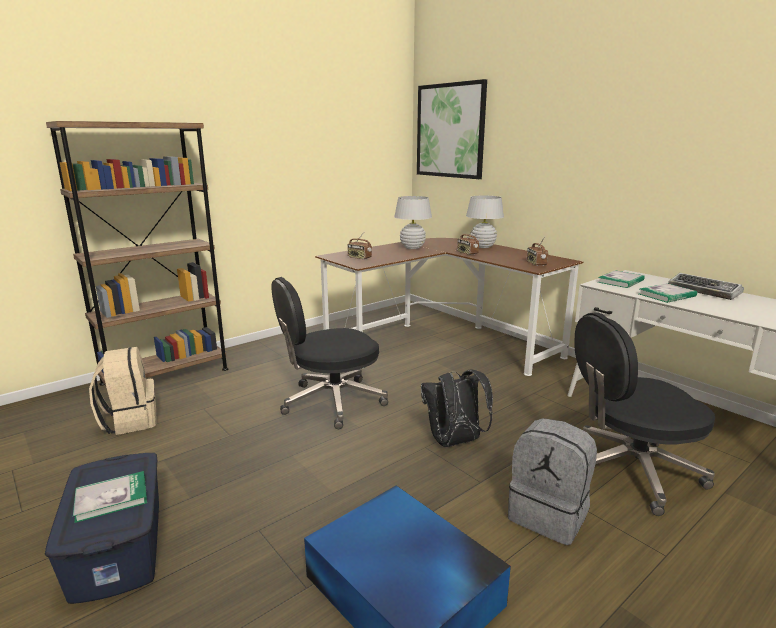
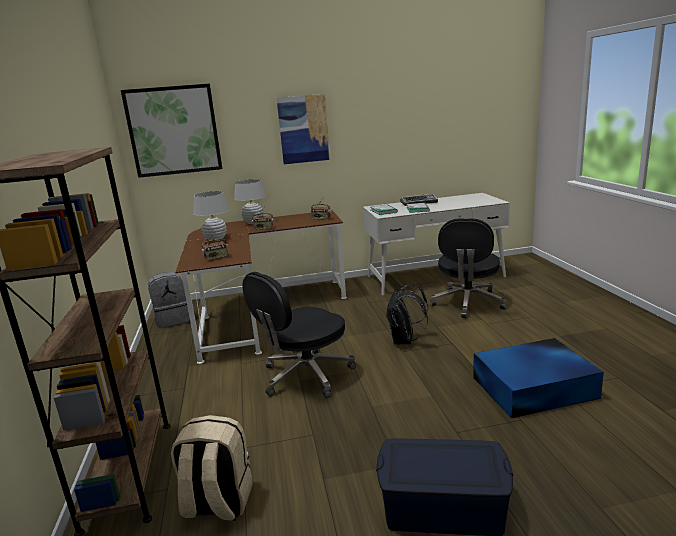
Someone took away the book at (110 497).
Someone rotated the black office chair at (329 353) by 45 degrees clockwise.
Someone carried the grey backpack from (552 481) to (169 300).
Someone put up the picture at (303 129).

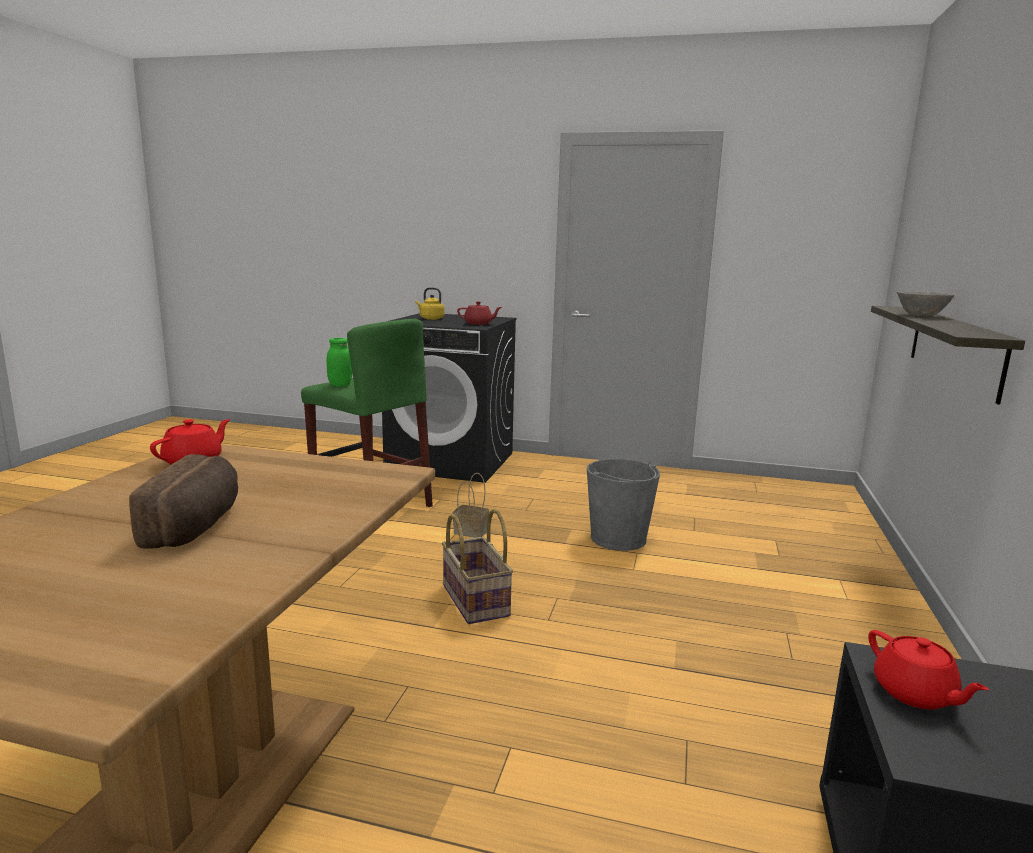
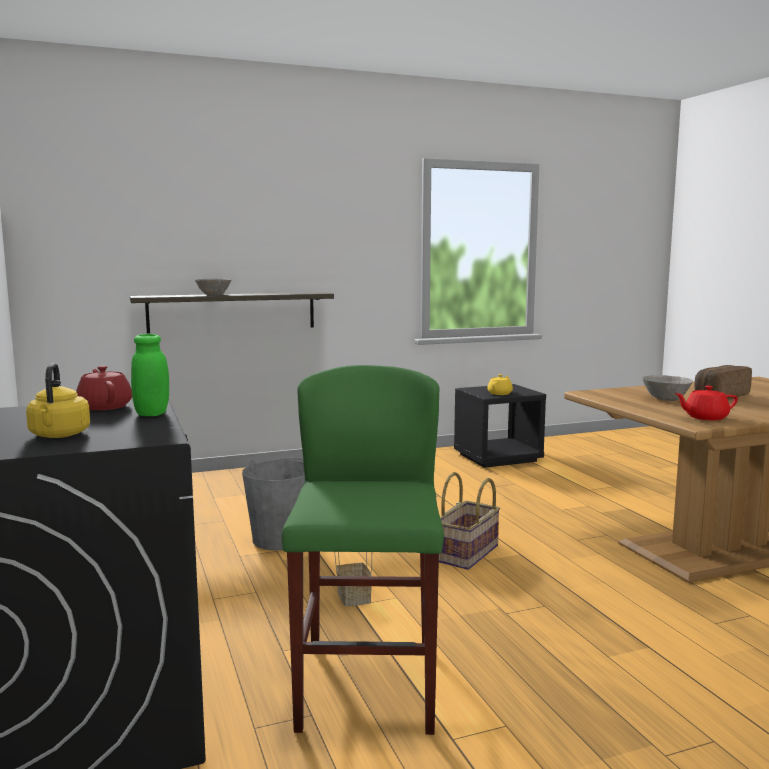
Someone carried the green jar from (339 362) to (150 375).
Someone repainted the red teapot at (928 669), which became the yellow teapot at (500 384).
Someone put down the grey bowl at (667 388).

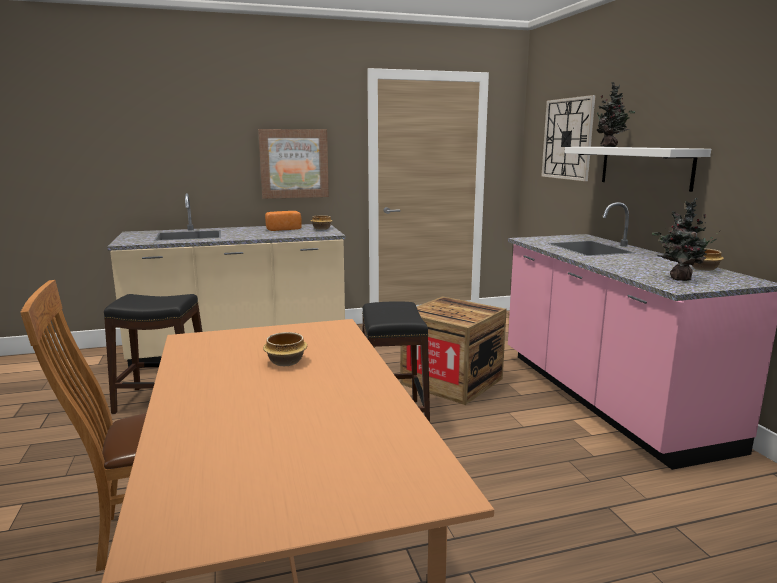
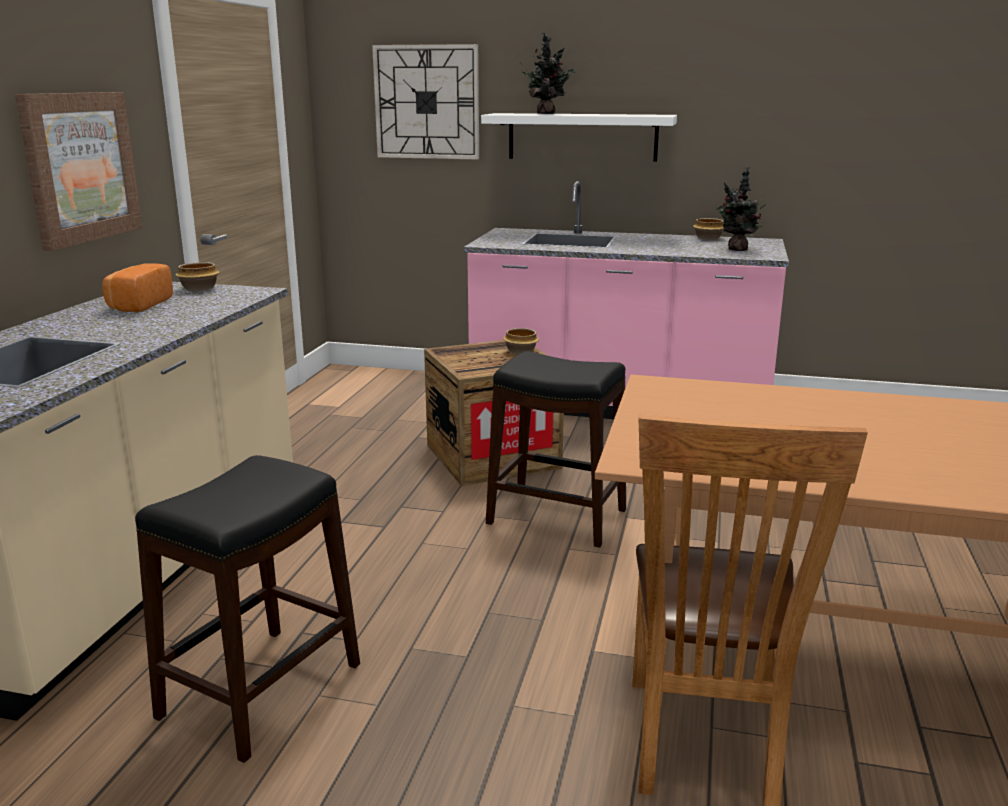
Someone carried the bowl from (285 349) to (521 341).

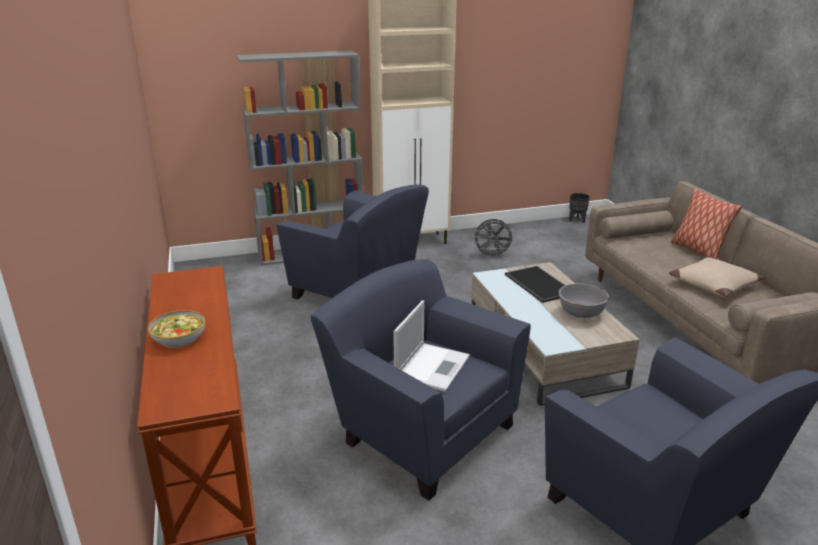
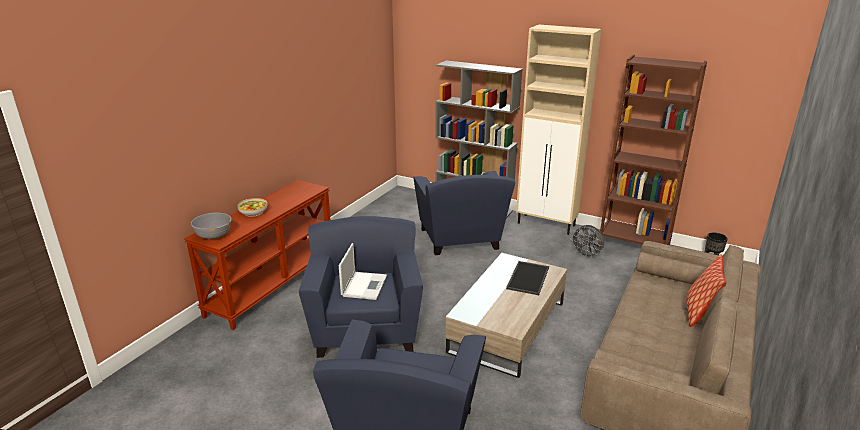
Someone rotated the laptop at (431 346) by 60 degrees counterclockwise.
Someone carried the grey bowl from (584 300) to (211 226).
Someone took away the beige pillow at (717 277).
Someone put down the brown bookcase at (652 151).

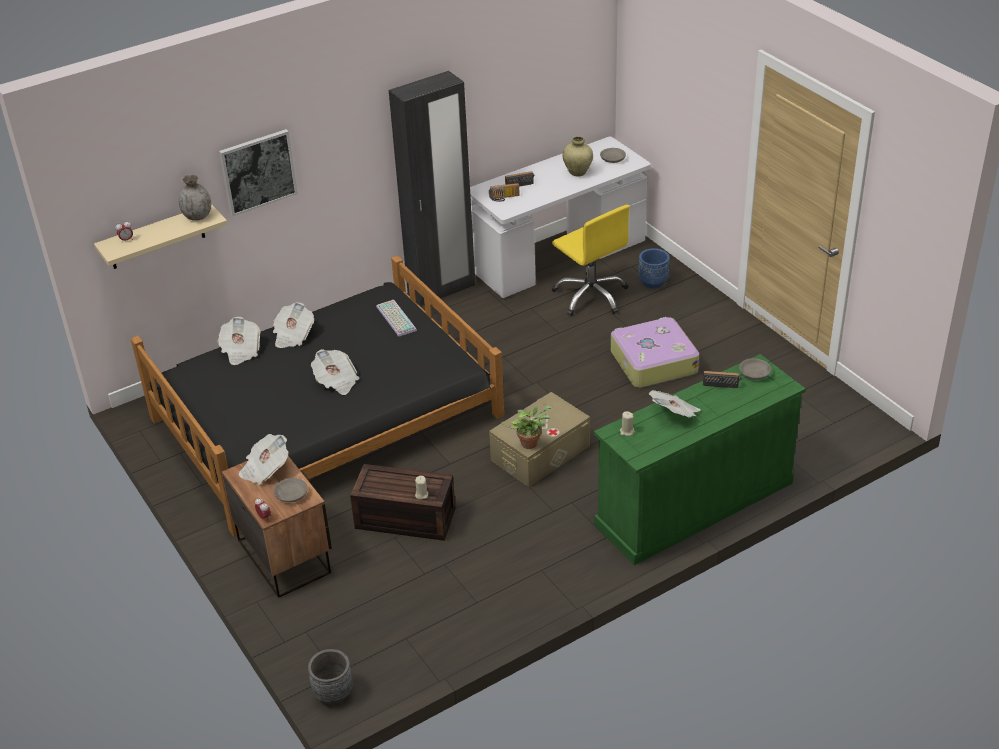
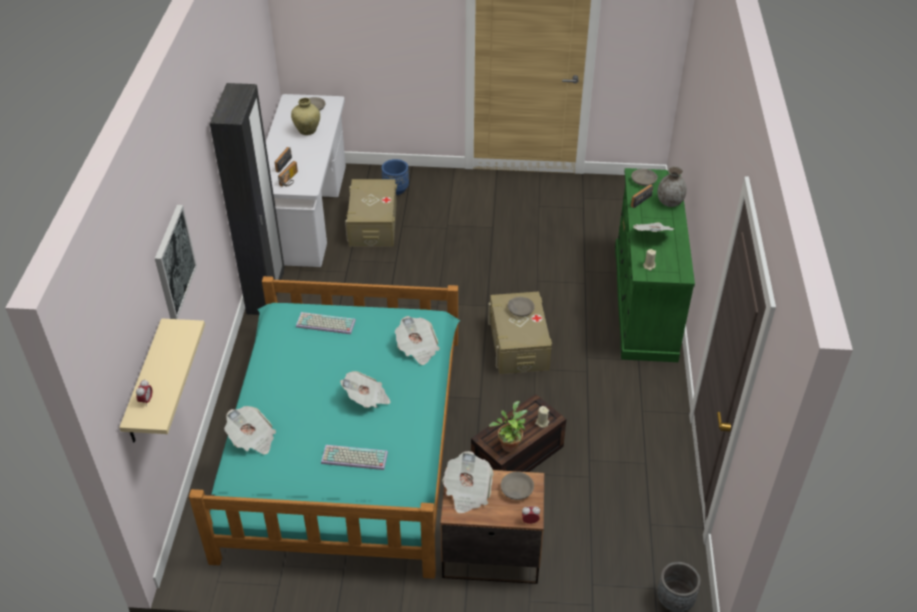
Someone repainted the black bed at (317 396), which became the turquoise bed at (324 427).
Someone carried the grey vase from (195 197) to (672 186).
Someone carried the newspaper from (293 325) to (417 340).
Someone carried the potted plant from (532 427) to (508 426).
Someone swapped the yellow office chair at (591 260) for the beige storage box at (371 213).
Someone took away the suitcase at (655 352).
Someone put down the keyboard at (354 457).
Someone put down the grey bowl at (521 307).

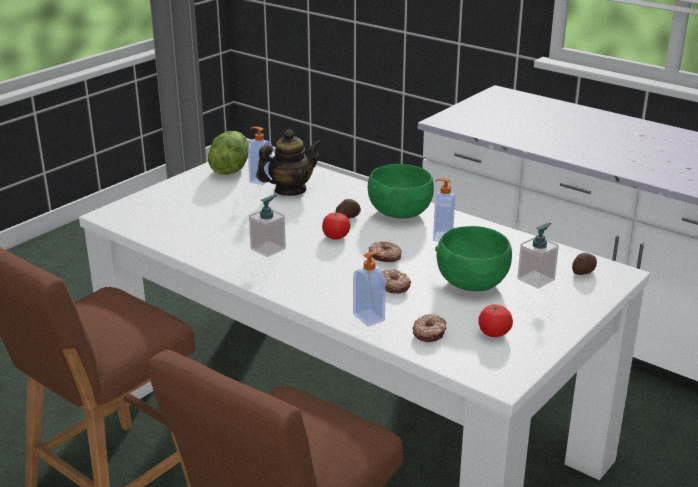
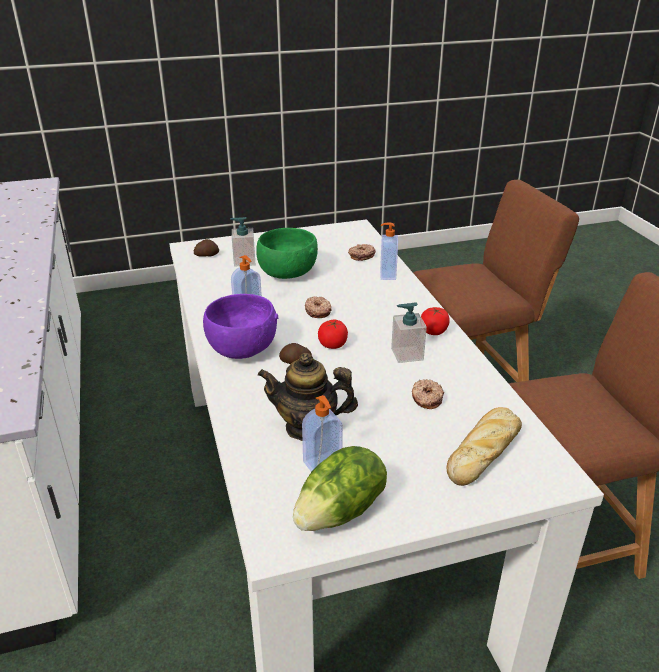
Someone repainted the green bowl at (401 191), which became the purple bowl at (240 326).
Someone carried the donut from (397 281) to (428 394).
Someone carried the tomato from (496 321) to (435 321).
Someone put down the bread at (484 446).

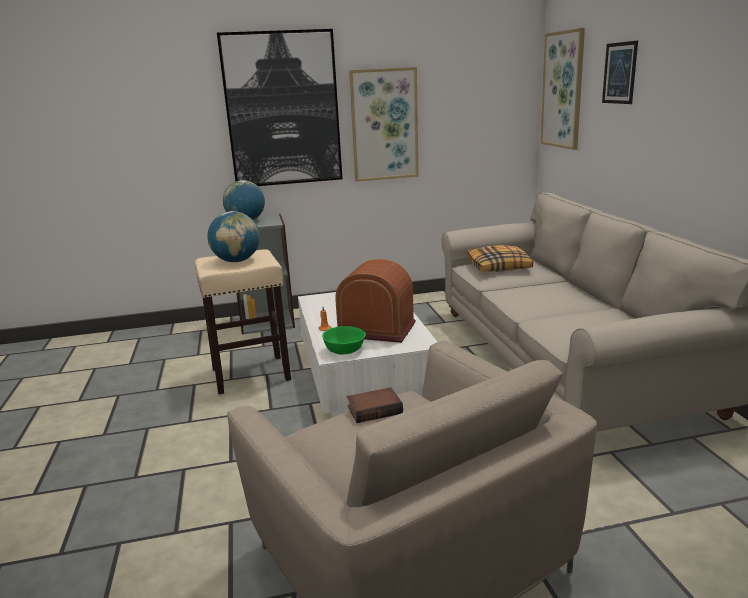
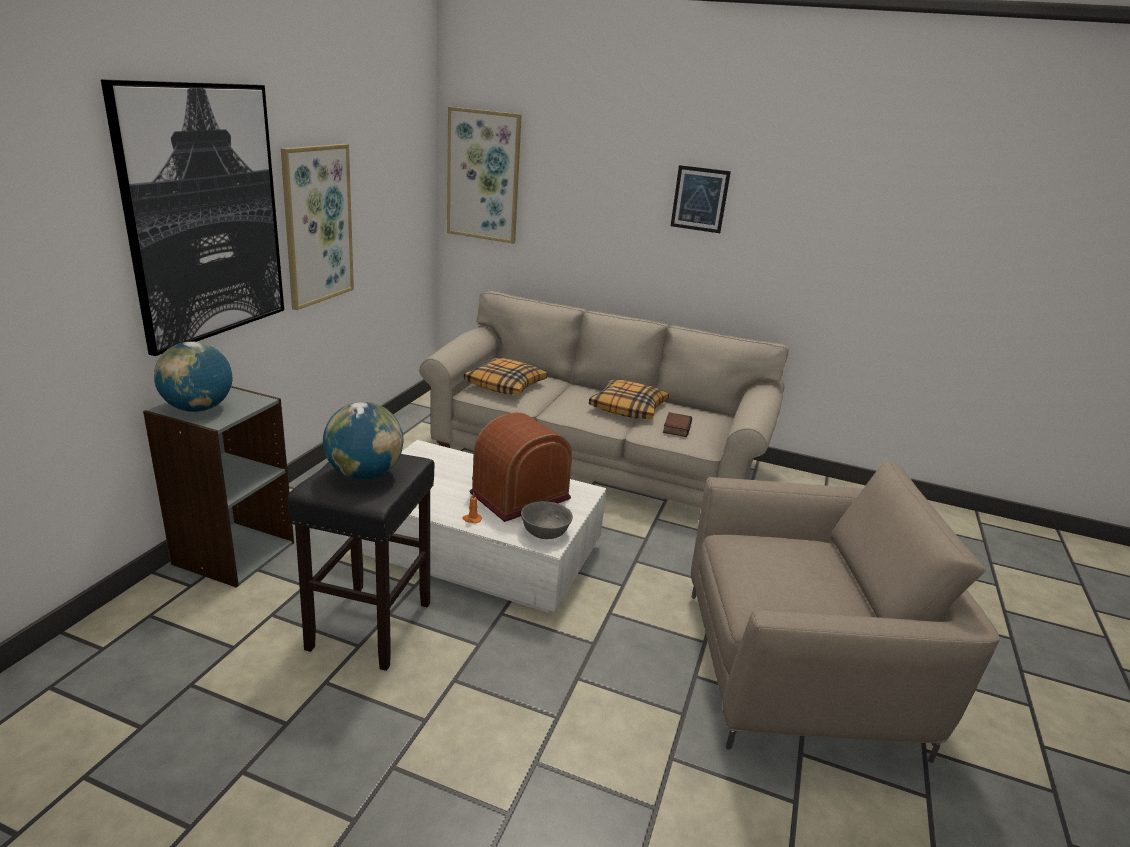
Someone repainted the beige stool at (243 321), which became the black stool at (361 562).
Someone repainted the green bowl at (344 340), which became the grey bowl at (547 520).
Someone carried the book from (375 405) to (677 424).
Someone carried the picture from (620 72) to (701 199).
Someone put down the pillow at (629 399).

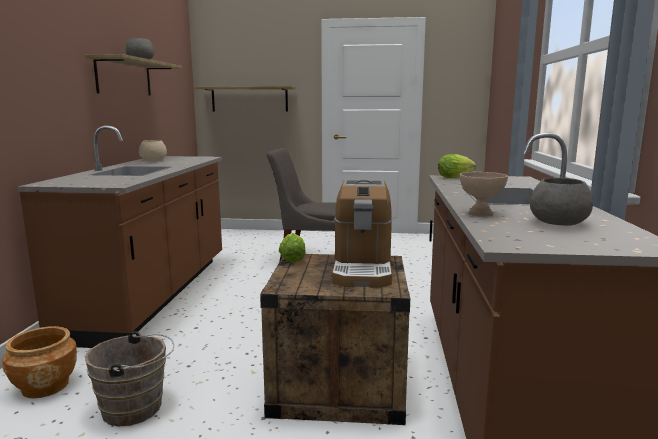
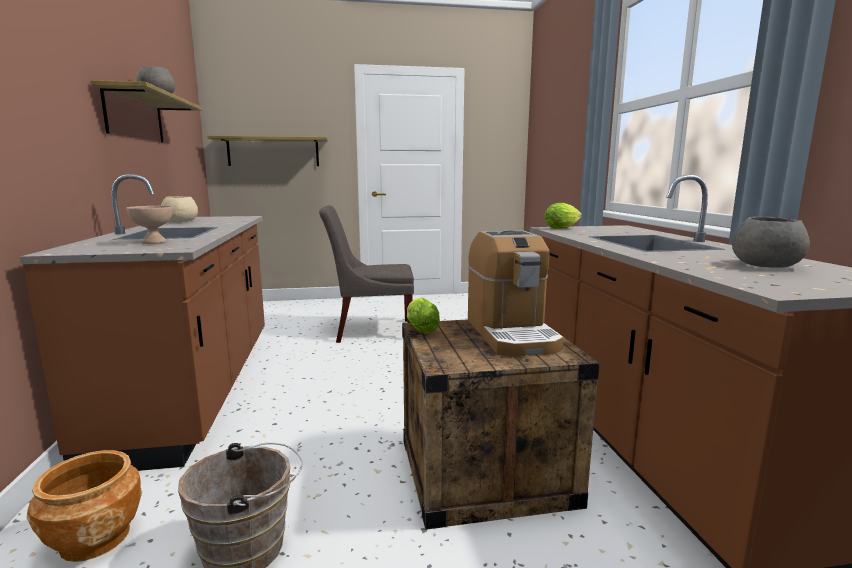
Someone carried the beige bowl from (484 194) to (149 225).

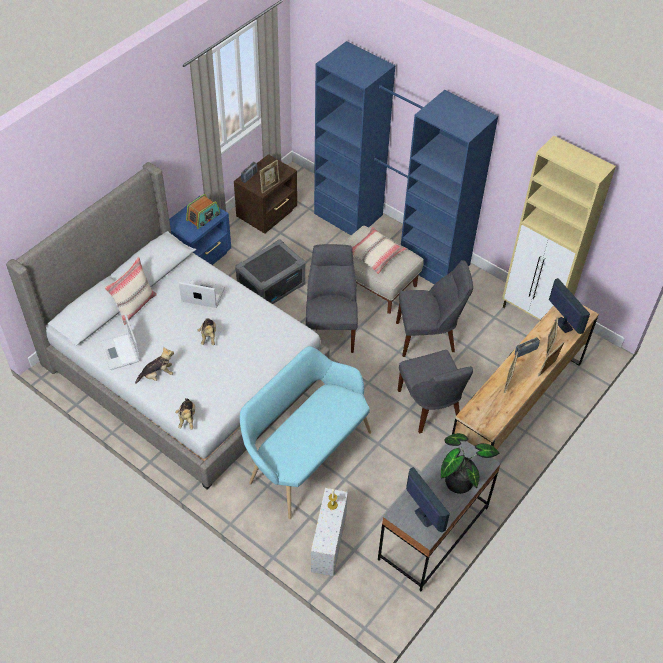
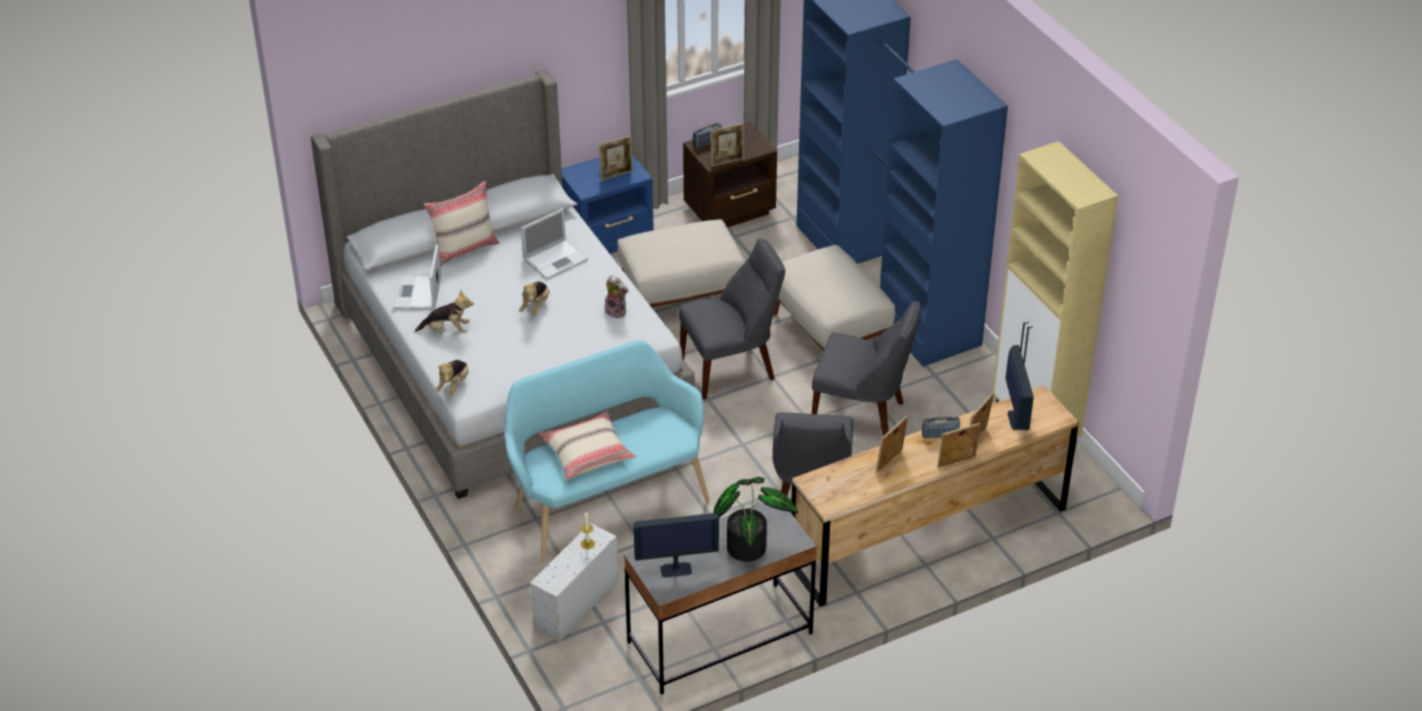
Someone rotated the laptop at (202 294) by 105 degrees clockwise.
Someone swapped the radio at (203 211) for the picture frame at (616 158).
Someone swapped the grey storage box at (270 271) for the beige ottoman at (681 263).
Someone rotated the grey chair at (332 298) by 45 degrees clockwise.
Someone carried the beige pillow from (379 250) to (587 445).
Someone rotated the monitor at (428 499) by 90 degrees clockwise.
Someone put down the plush toy at (616 297).

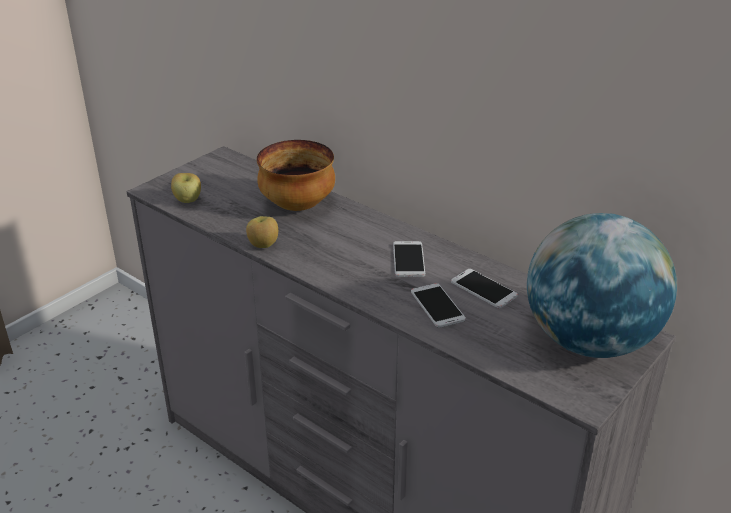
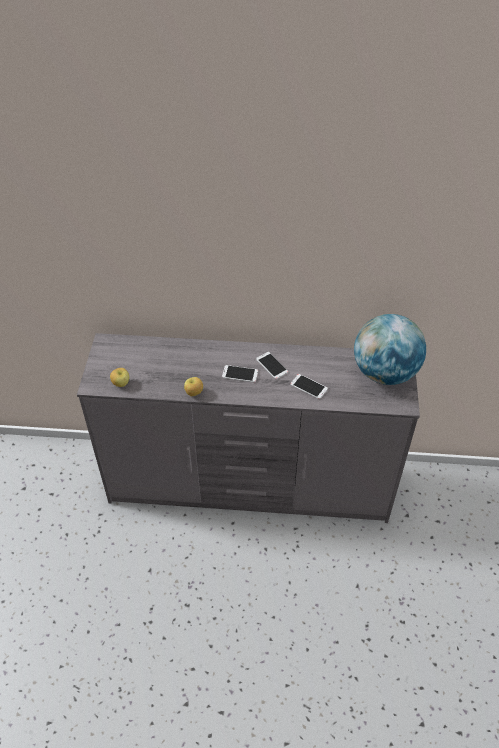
Someone took away the bowl at (296 175).
Someone carried the phone from (484 288) to (240 373).

